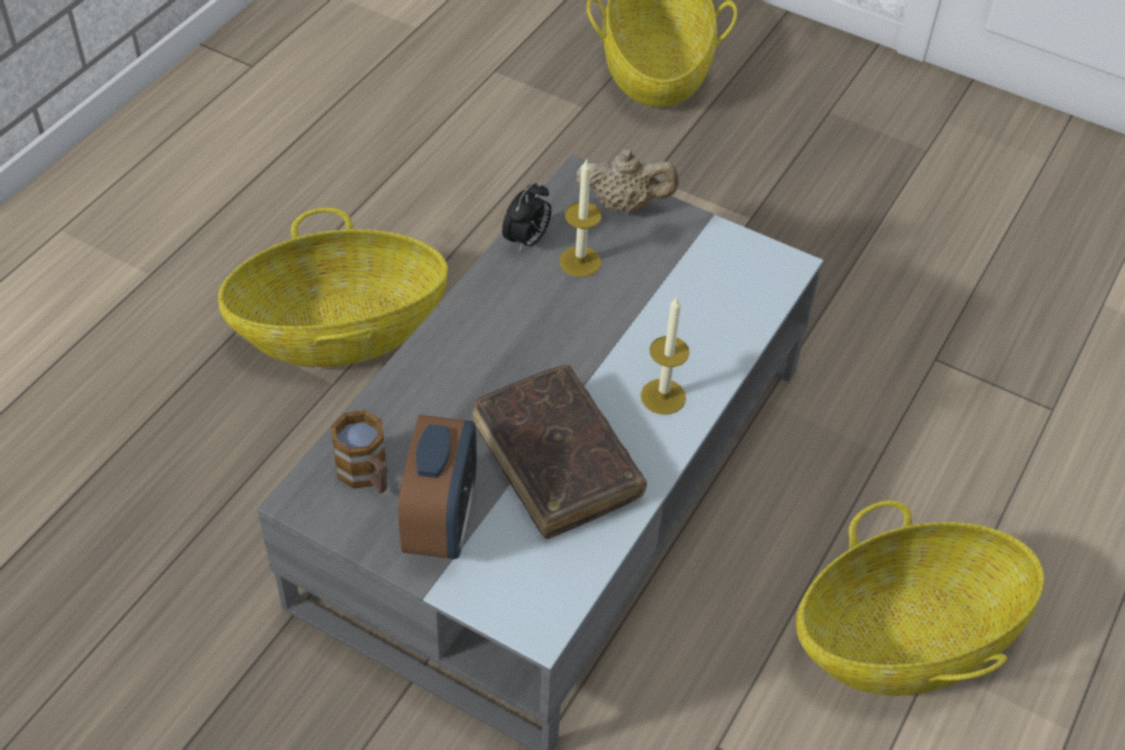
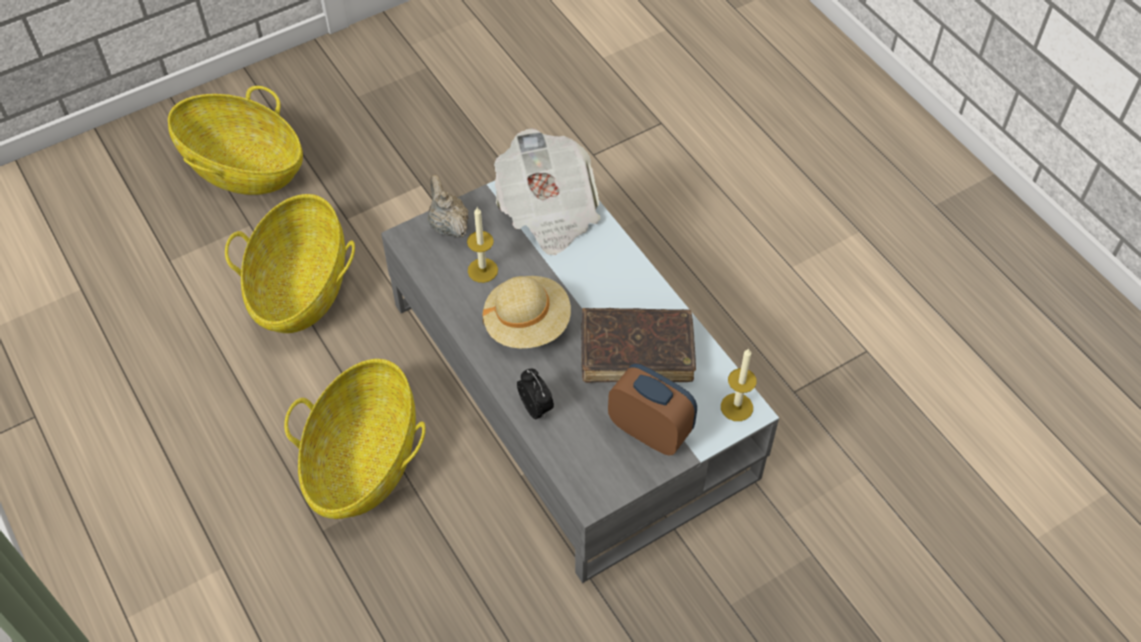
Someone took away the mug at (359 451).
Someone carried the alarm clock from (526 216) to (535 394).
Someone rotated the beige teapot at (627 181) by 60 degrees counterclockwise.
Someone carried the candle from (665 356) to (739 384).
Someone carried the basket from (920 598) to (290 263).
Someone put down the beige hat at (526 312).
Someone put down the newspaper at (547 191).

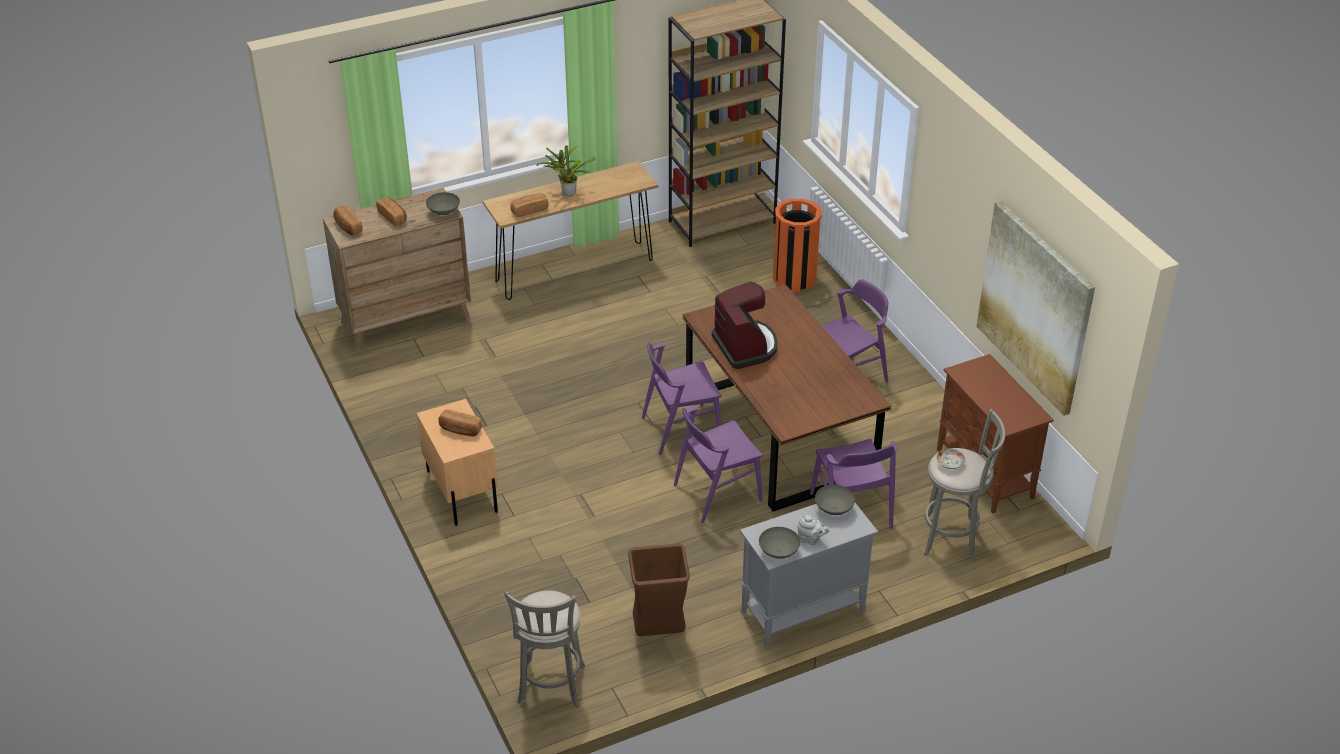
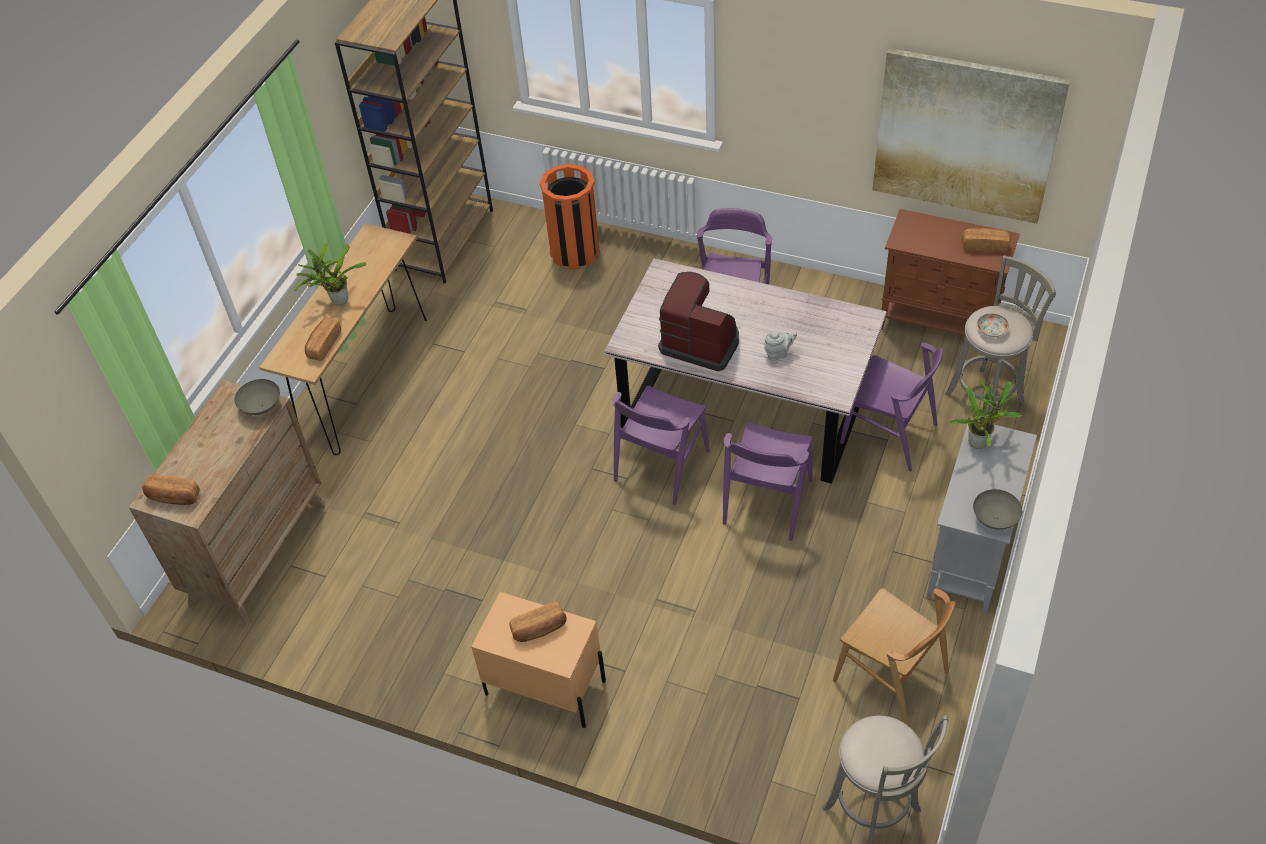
Someone carried the bread from (391 211) to (986 240).
Someone swapped the brown trash can at (659 589) for the brown chair at (894 657).
Someone repainted the brown dining table at (787 397), which became the grey dining table at (745 371).
Someone carried the grey teapot from (813 530) to (780 346).
Someone swapped the grey bowl at (835 500) for the potted plant at (985 414).

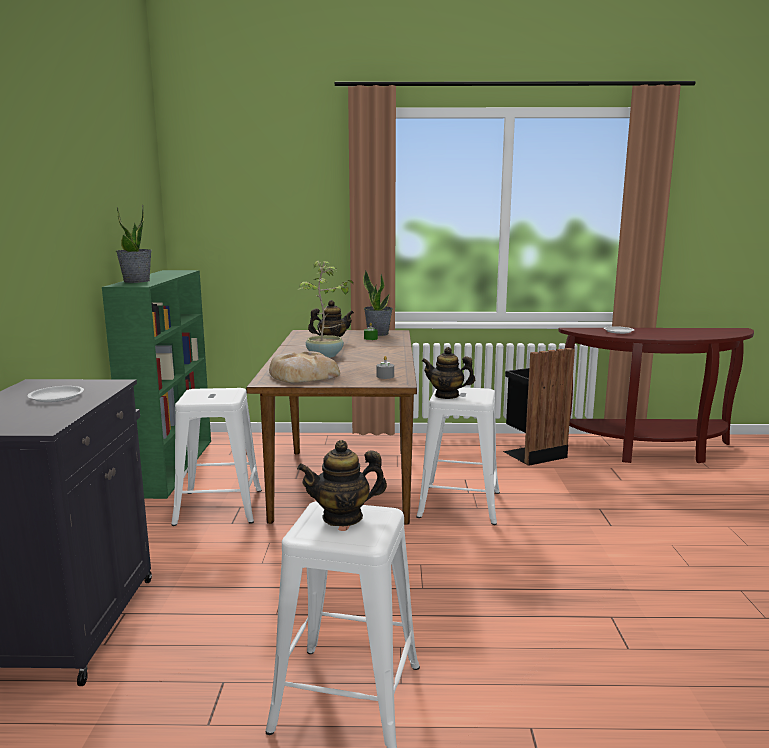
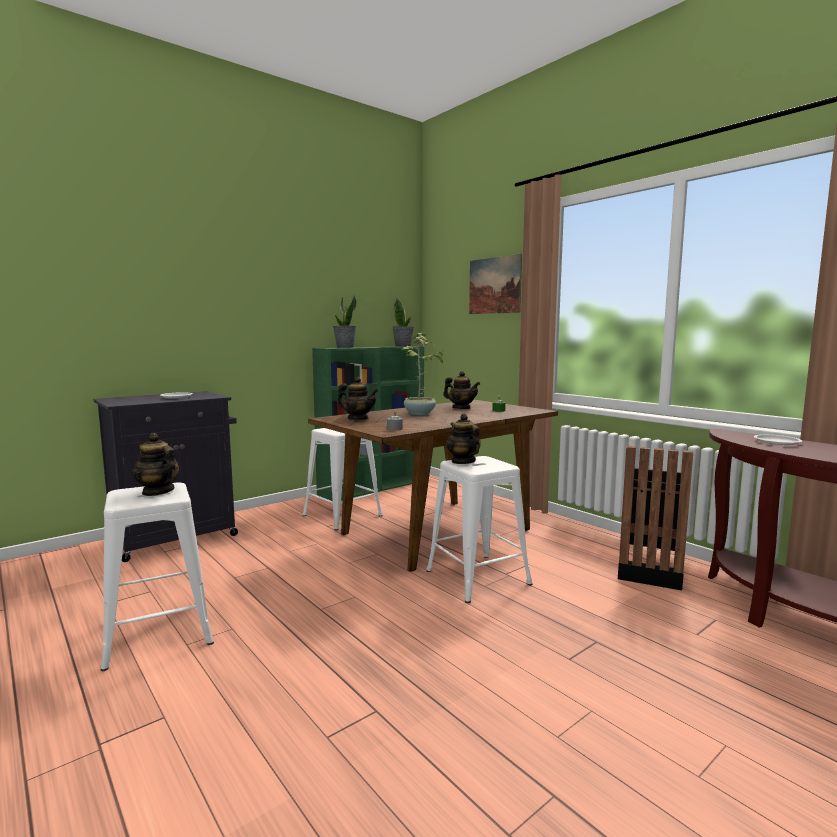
Someone swapped the bread at (304 367) for the teapot at (357 398).
Someone carried the potted plant from (378 303) to (403 322).
Someone put up the picture at (495 284).

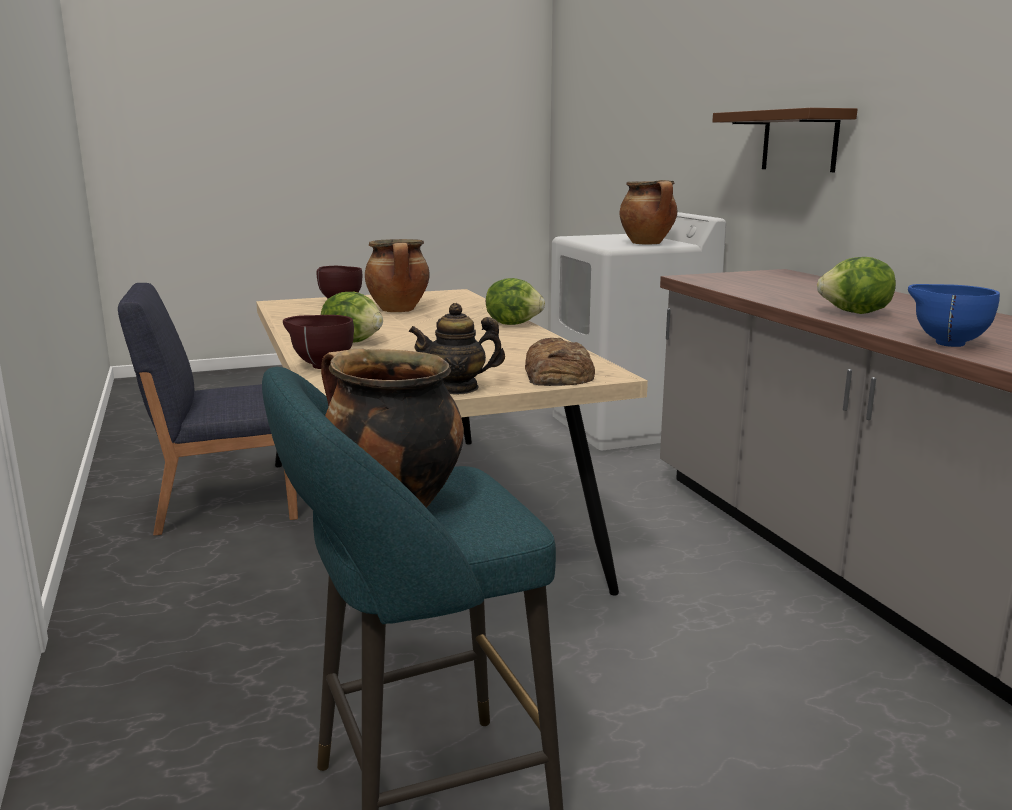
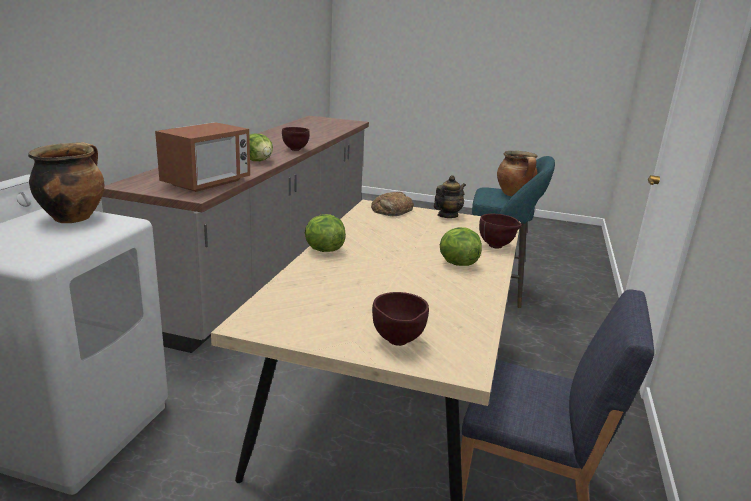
Someone took away the cooking pot at (397 275).
Someone rotated the teapot at (457 349) by 75 degrees counterclockwise.
Someone took away the brown shelf at (785 140).
Someone repainted the blue bowl at (954 315), which became the brown bowl at (295 139).
Someone put down the microwave at (202 157).

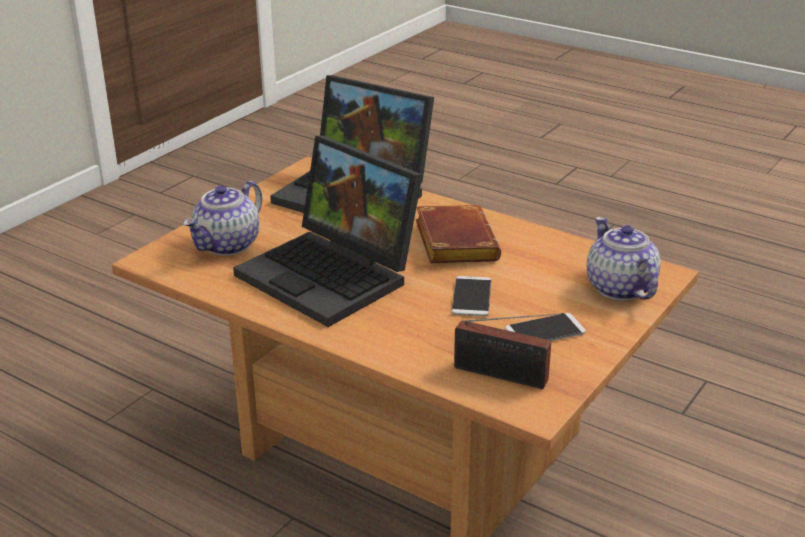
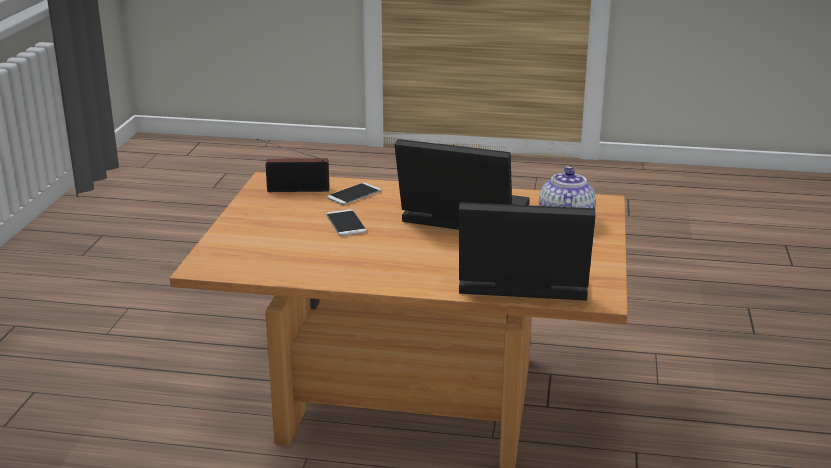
Someone took away the brown book at (458 234).
Someone carried the phone from (545 327) to (354 194).
Someone took away the teapot at (624 259).

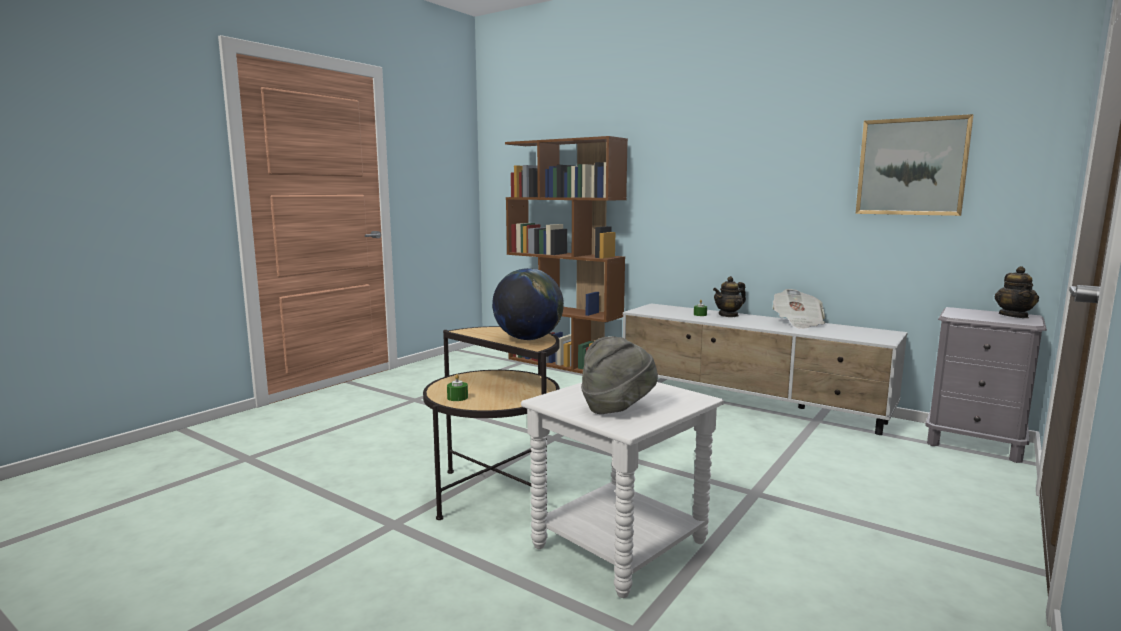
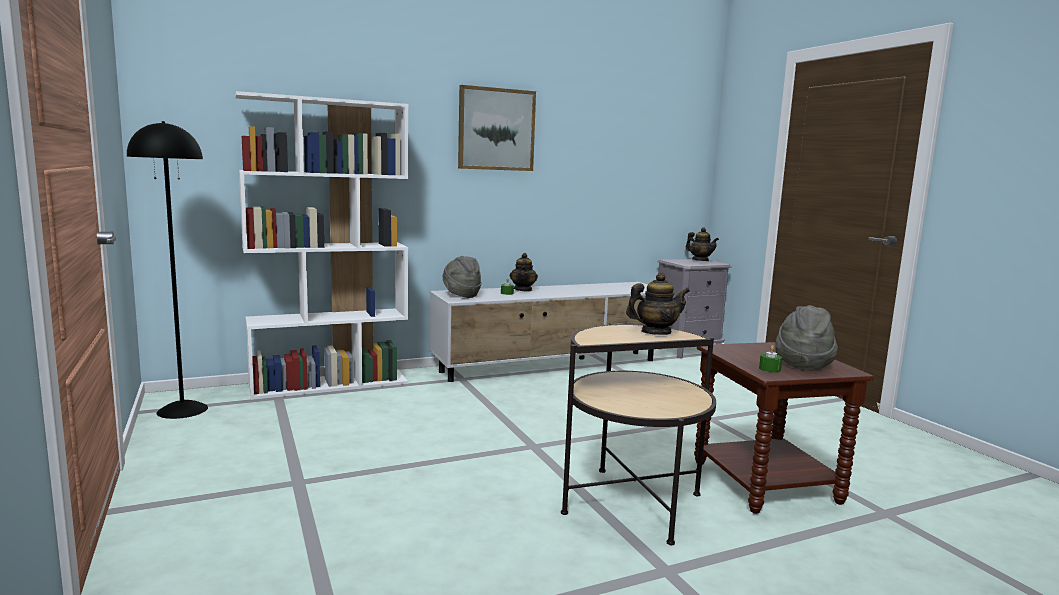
Someone carried the green candle from (457 387) to (770 359).
Someone swapped the globe at (528 304) for the teapot at (658 303).
Someone repainted the brown bookcase at (566 255), which became the white bookcase at (322 245).
Someone repainted the white side table at (622 490), which became the brown side table at (784 428).
Someone took away the newspaper at (798 309).
Someone carried the picture from (915 165) to (497 128).
Someone put down the black floor lamp at (167 270).
Someone put down the grey hat at (461 277).

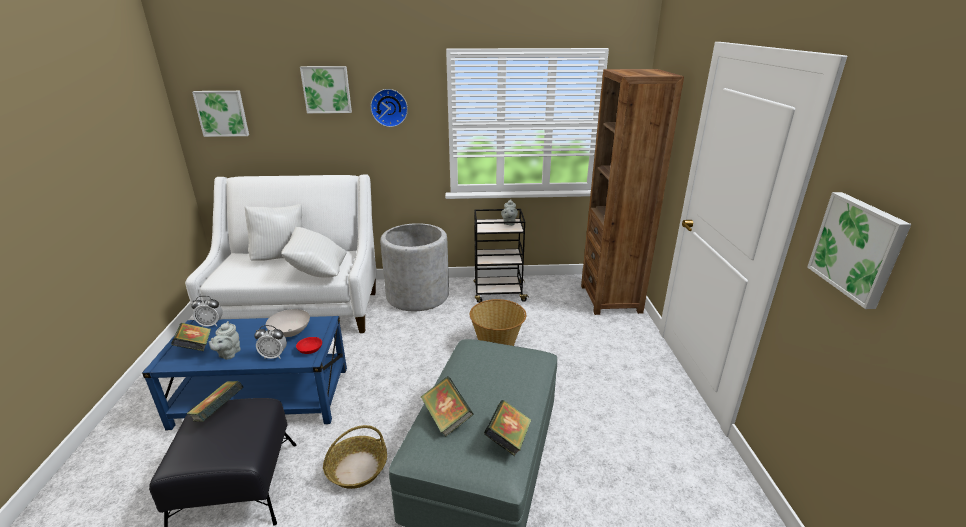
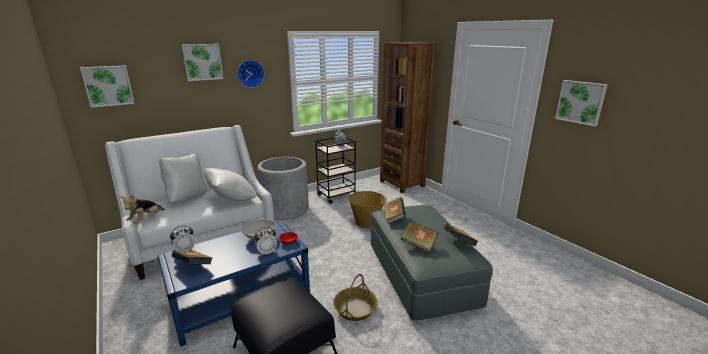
Someone carried the book from (215 401) to (395 210).
Someone took away the grey teapot at (224 340).
Someone put down the plush toy at (142 209).

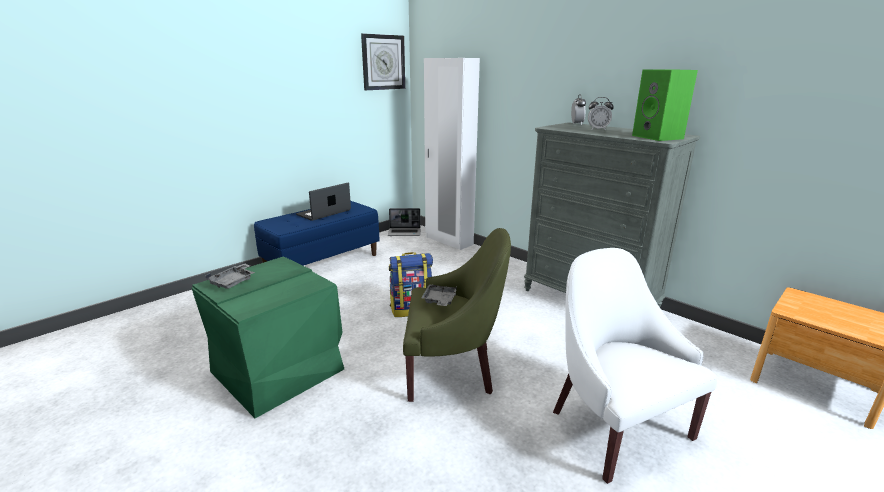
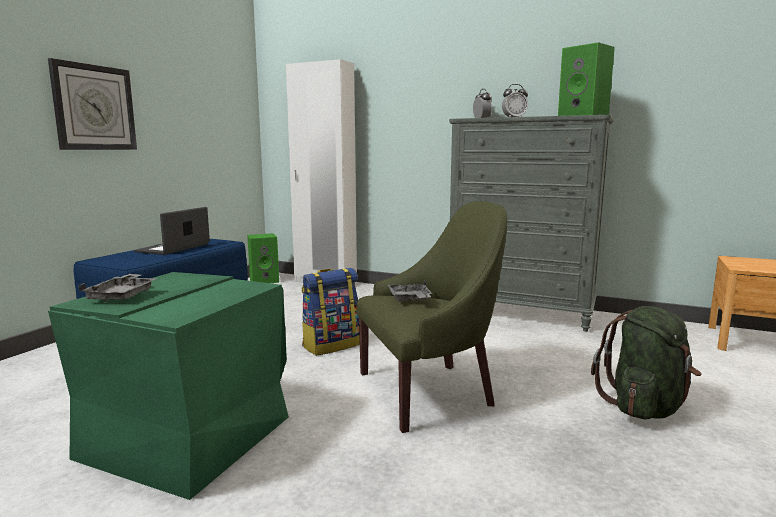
Someone carried the wall clock from (383 61) to (92 104).
Someone swapped the laptop at (404 222) for the green speaker at (263 258).
Someone swapped the white armchair at (635 366) for the green backpack at (646 362).

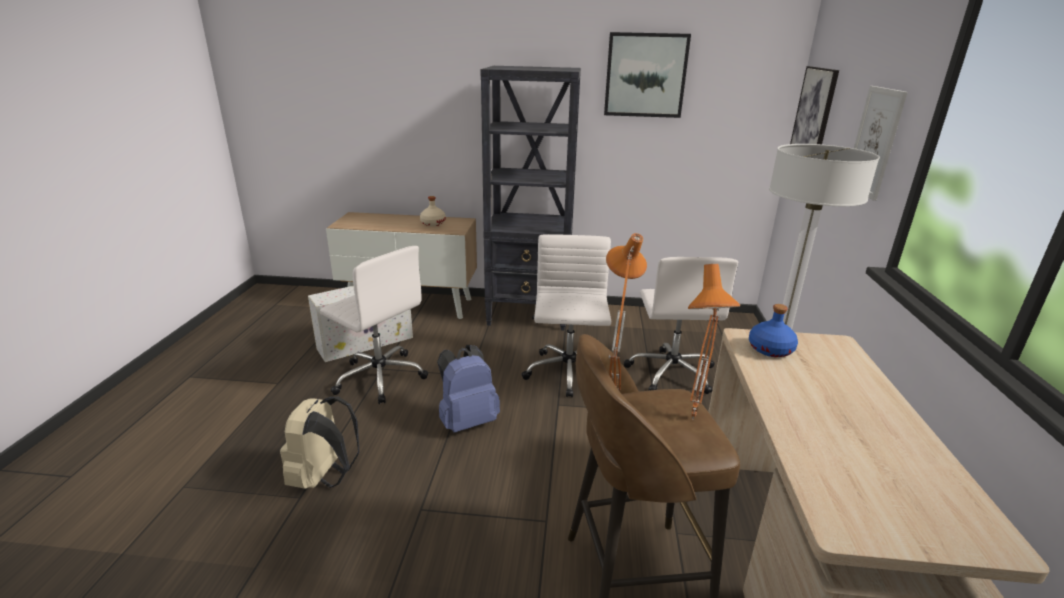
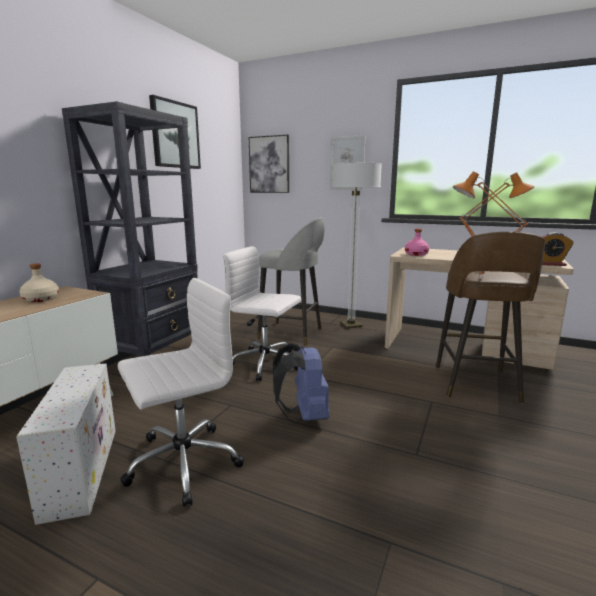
Someone took away the beige backpack at (320 442).
Someone swapped the white office chair at (681 325) for the grey stool at (291 281).
Someone repainted the blue bottle at (773 330), which became the pink bottle at (417 242).
Someone put down the alarm clock at (557 249).

